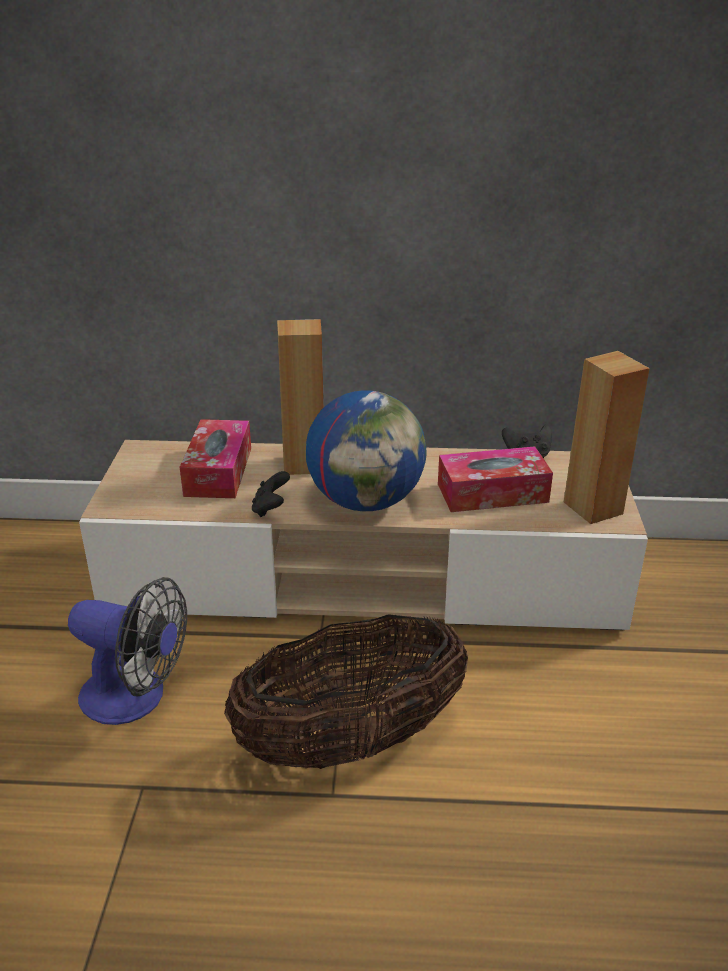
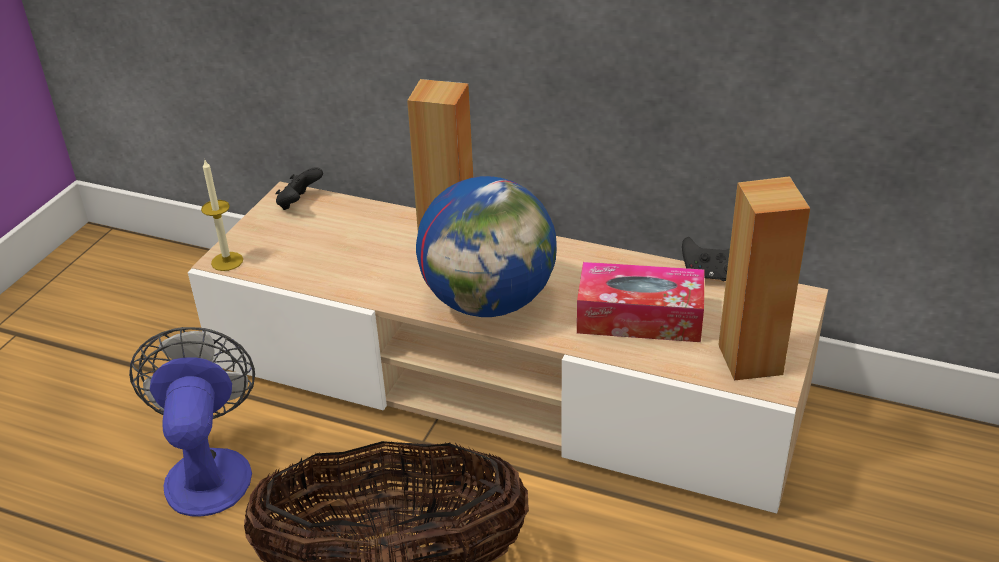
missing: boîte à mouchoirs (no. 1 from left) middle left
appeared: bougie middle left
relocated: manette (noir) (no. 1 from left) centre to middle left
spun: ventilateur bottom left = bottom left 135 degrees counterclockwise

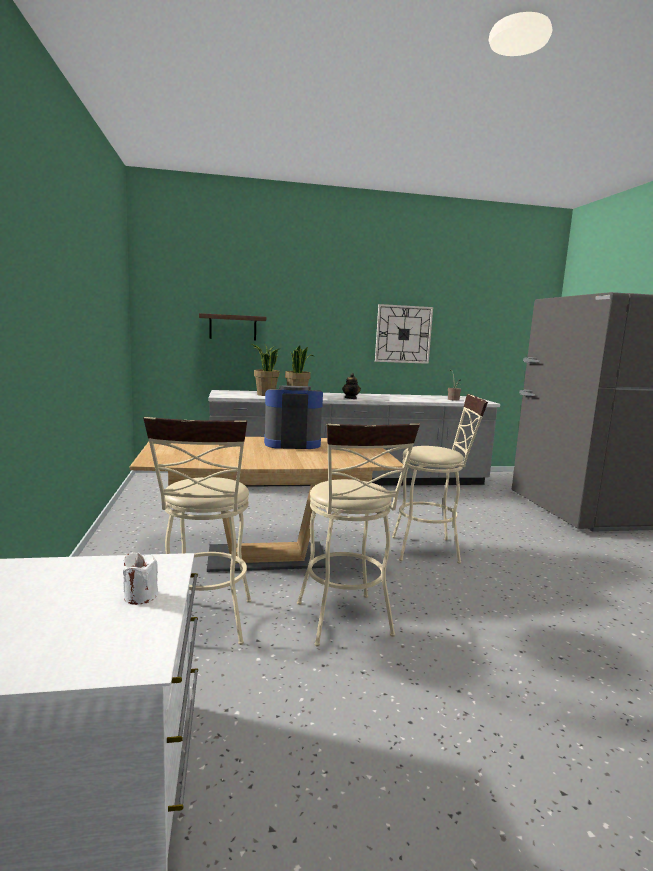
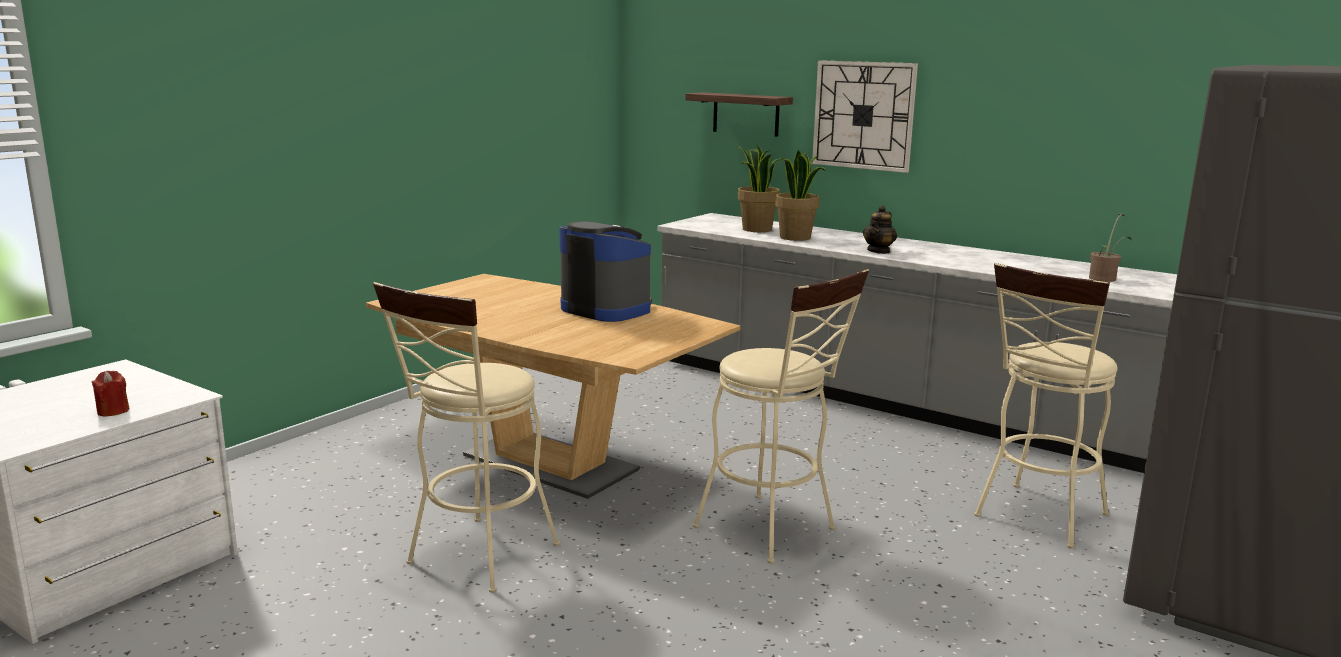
relocated: tabouret (beige) (no. 1 from left in the first image) middle left to tabouret (beige) (no. 3 from left) middle right; horloge murale centre to top centre
colour: bougie (blanc) middle left to bougie (rouge) middle left

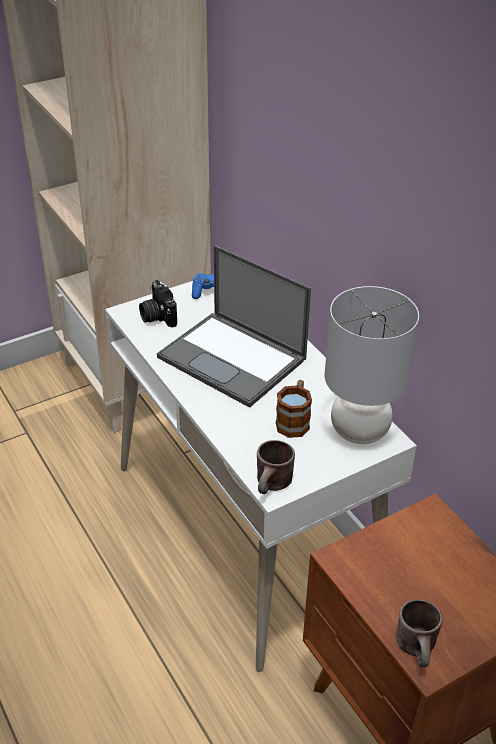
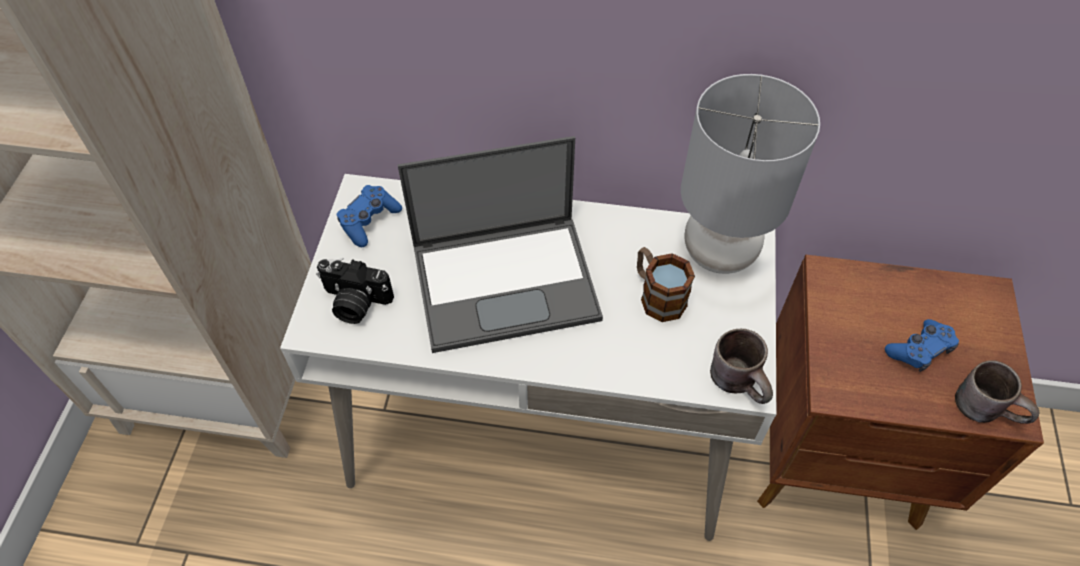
appeared: manette (bleu) (no. 2 from left) middle right

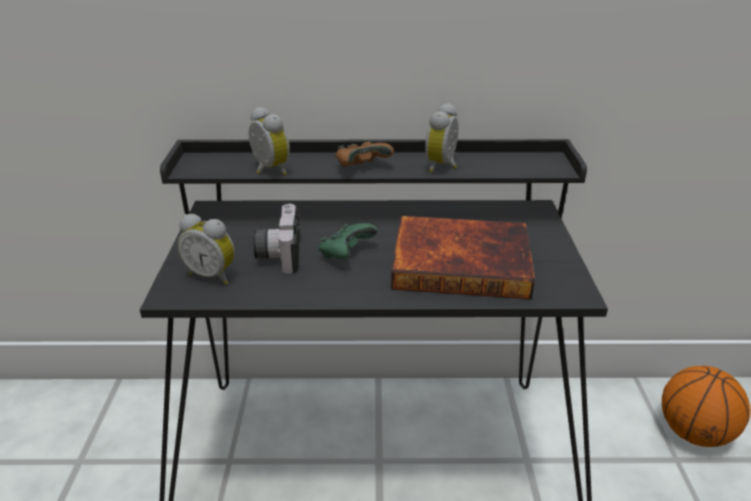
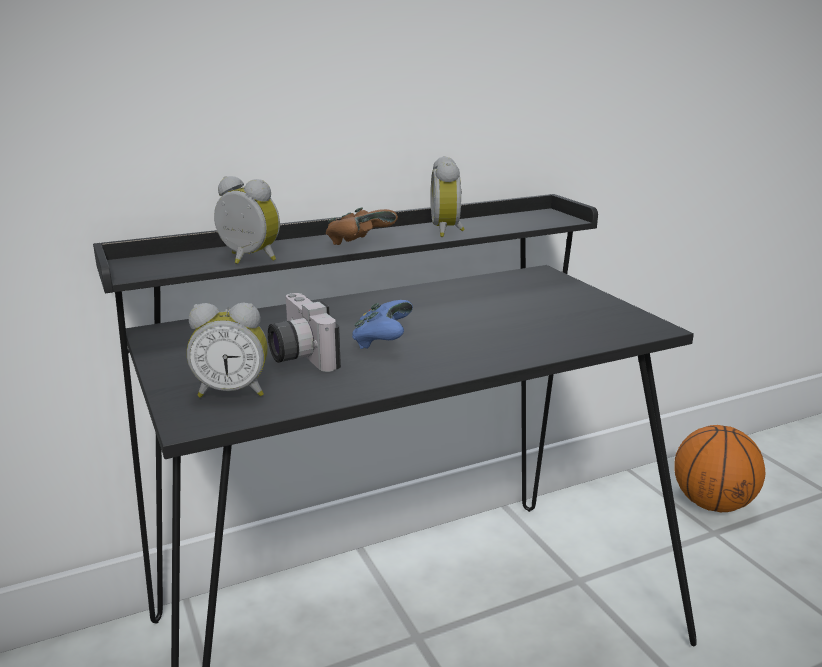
missing: livre centre
colour: manette (vert) centre to manette (bleu) centre

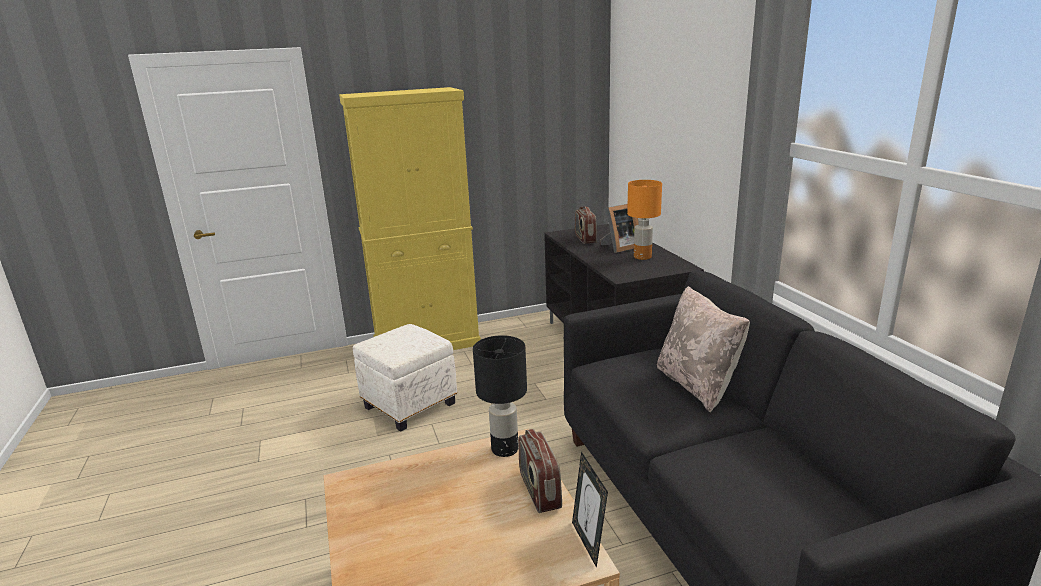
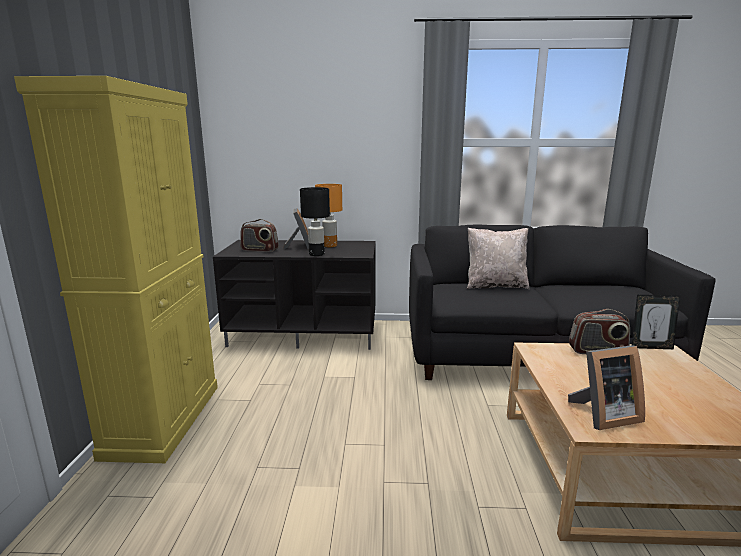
missing: pouf (blanc) centre
appeared: cadre photo (no. 2 from left) bottom right
relocated: lampe de table (noir) bottom centre to centre

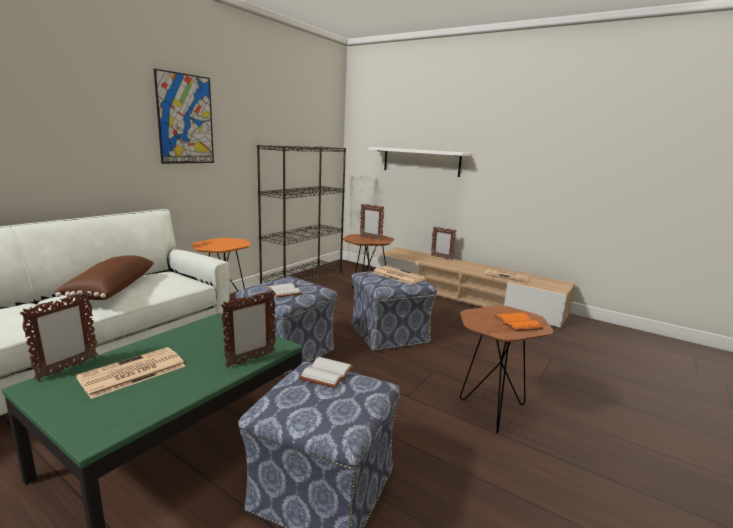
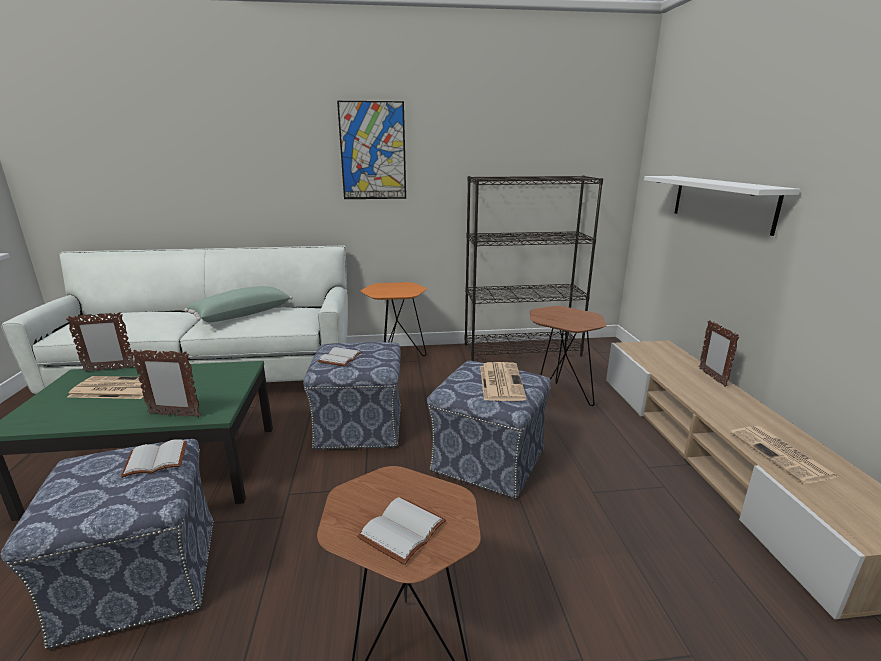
missing: cadre photo (no. 3 from left) centre
colour: coussin (marron) middle left to coussin (vert) middle left; livre (orange) middle right to livre (blanc) (no. 3 from left) bottom centre

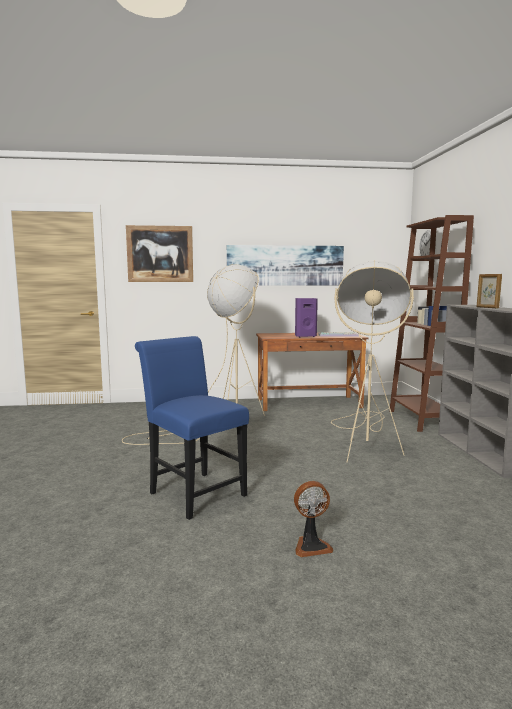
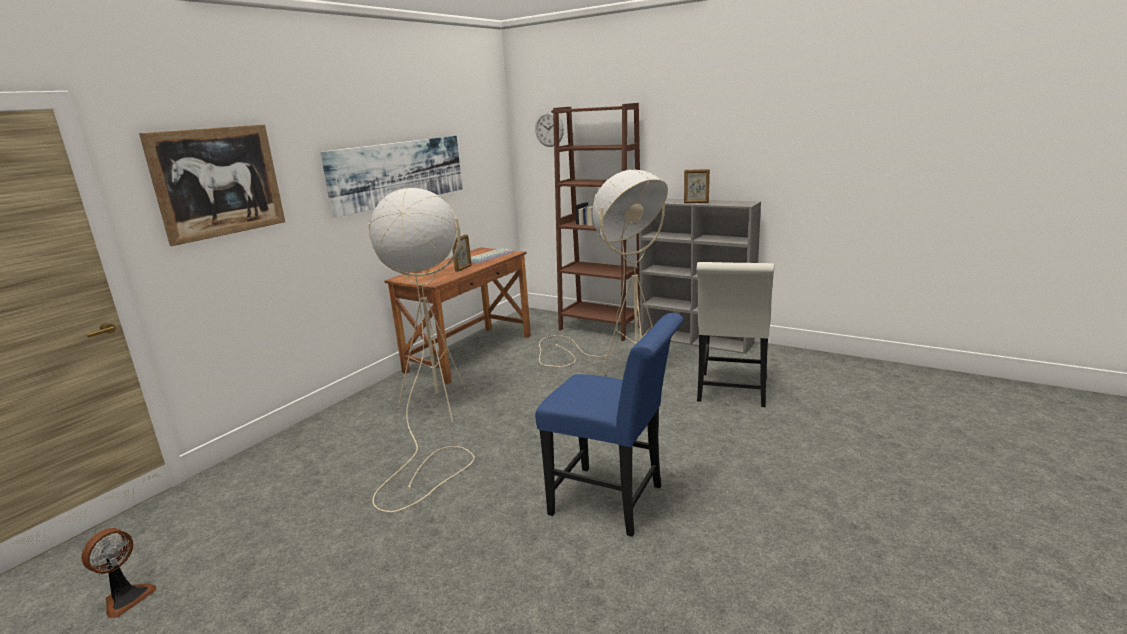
appeared: chaise (blanc) centre
relocated: ventilateur bottom centre to bottom left
exchanged: enceinte (violet) centre to cadre photo (no. 1 from left) centre
spun: chaise (bleu) centre = bottom centre 150 degrees counterclockwise

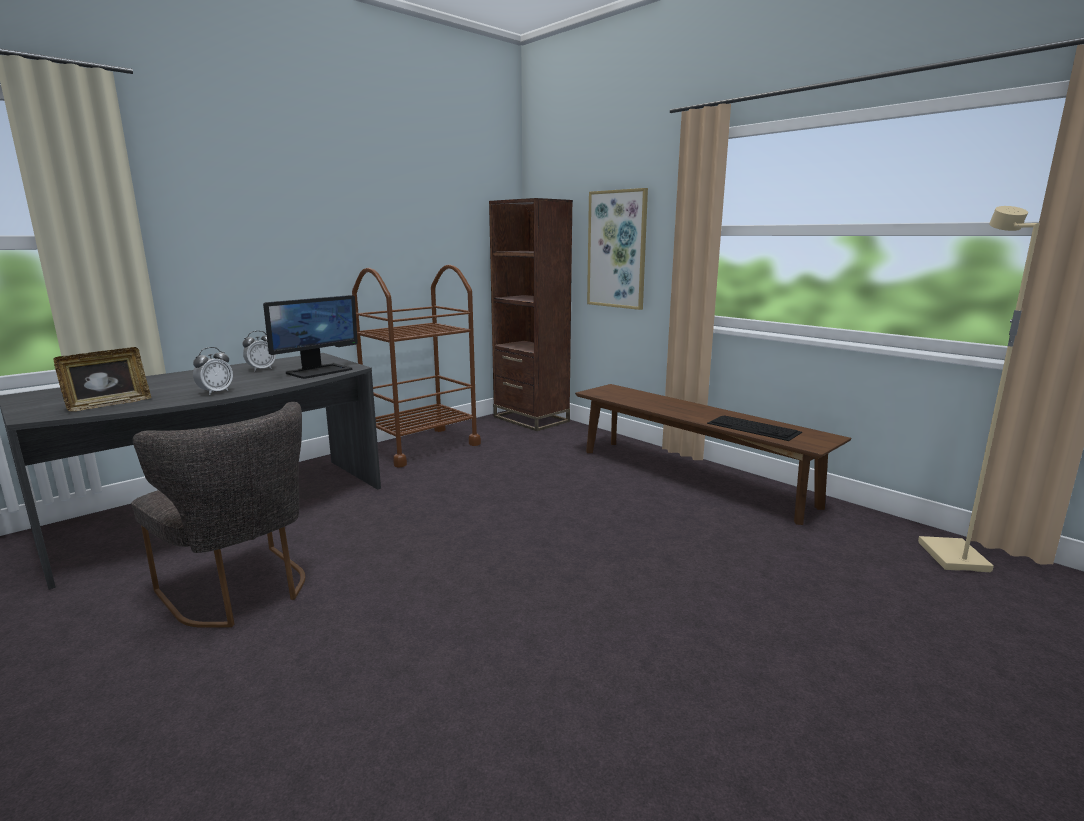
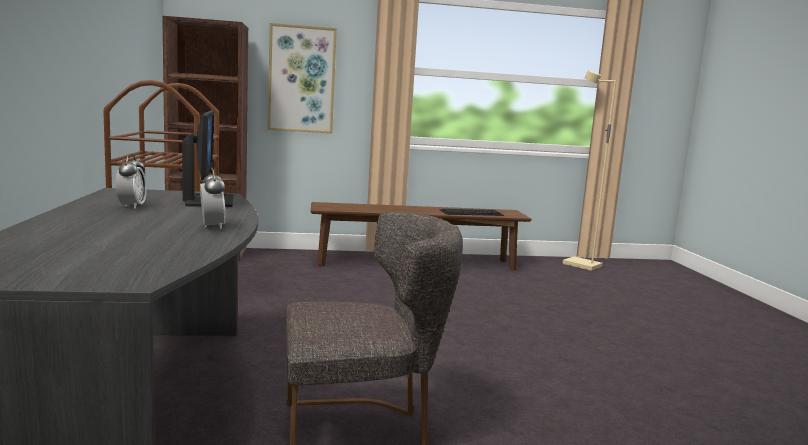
missing: cadre photo middle left

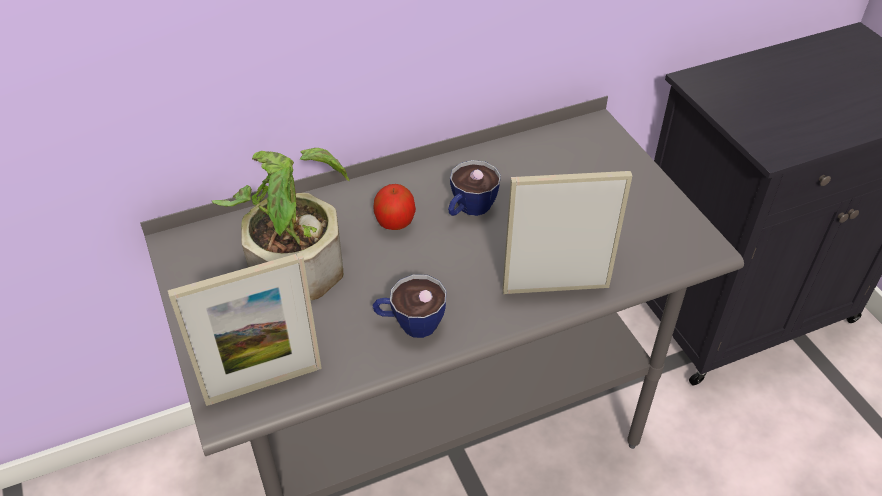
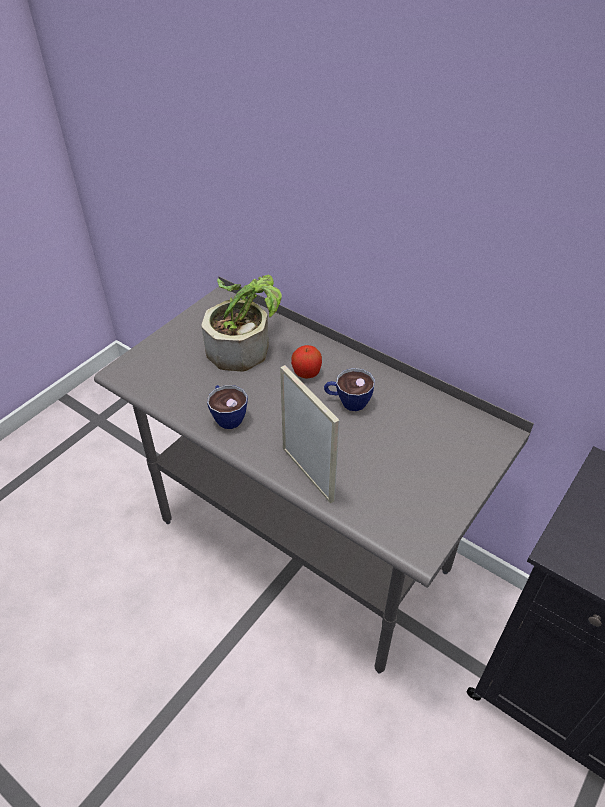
missing: cadre photo (no. 1 from left) middle left

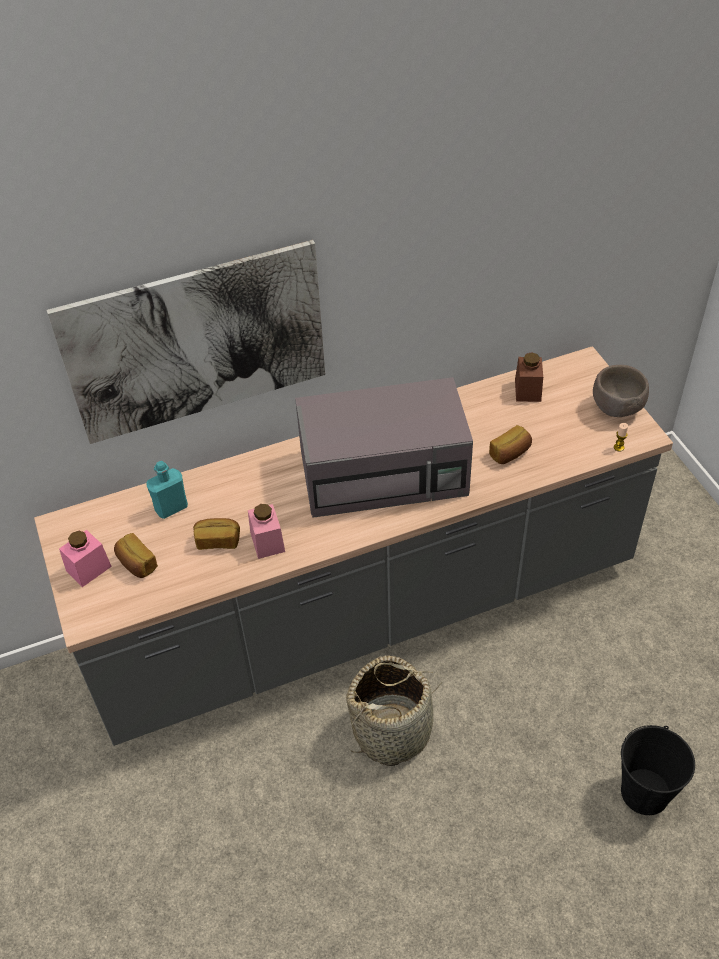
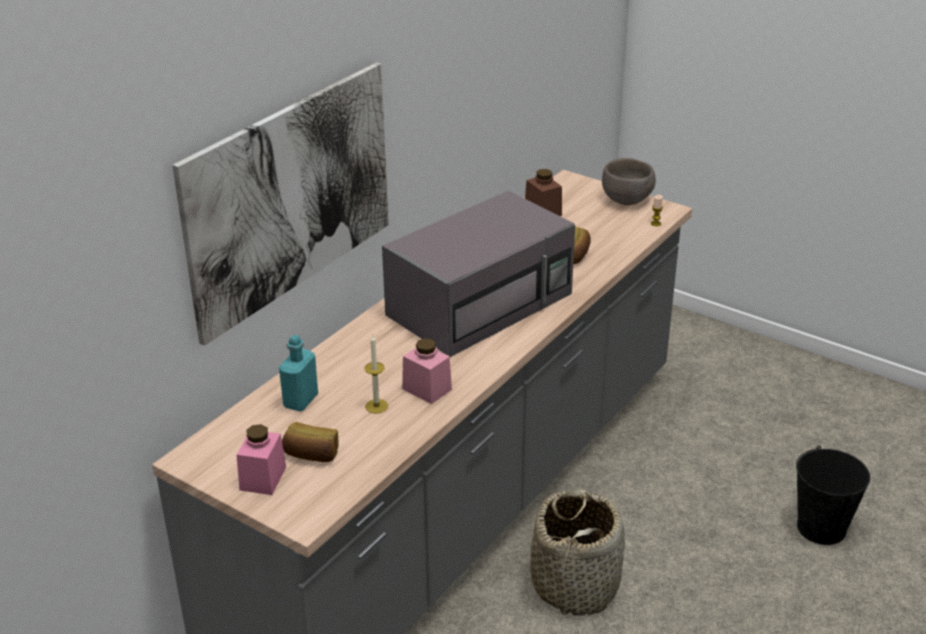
exchanged: pain (no. 2 from left) middle left to bougie (no. 1 from left) centre

